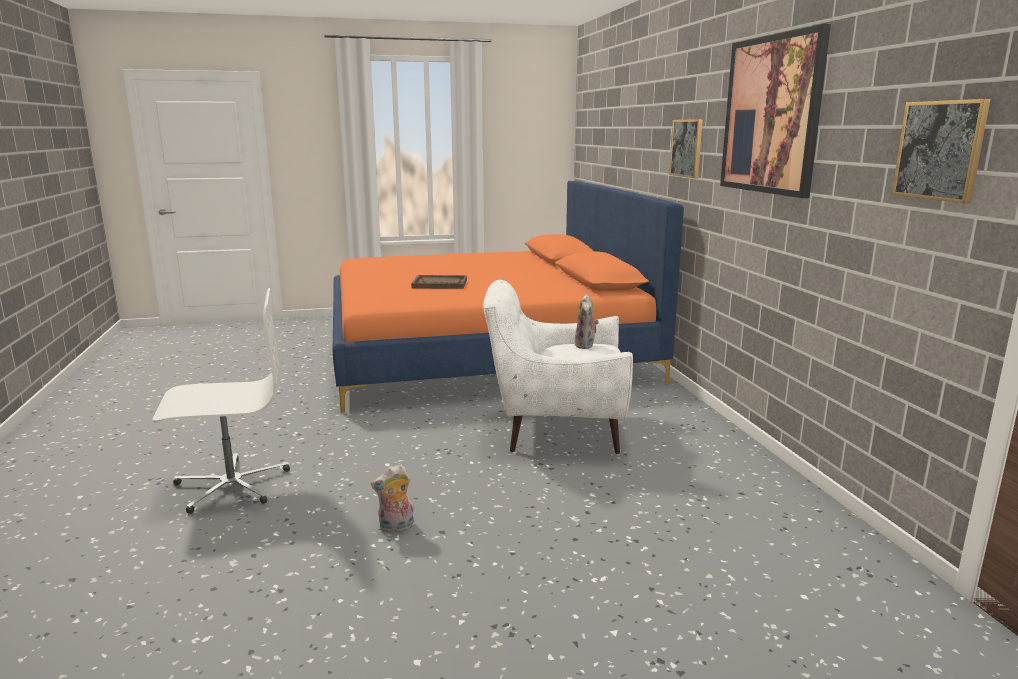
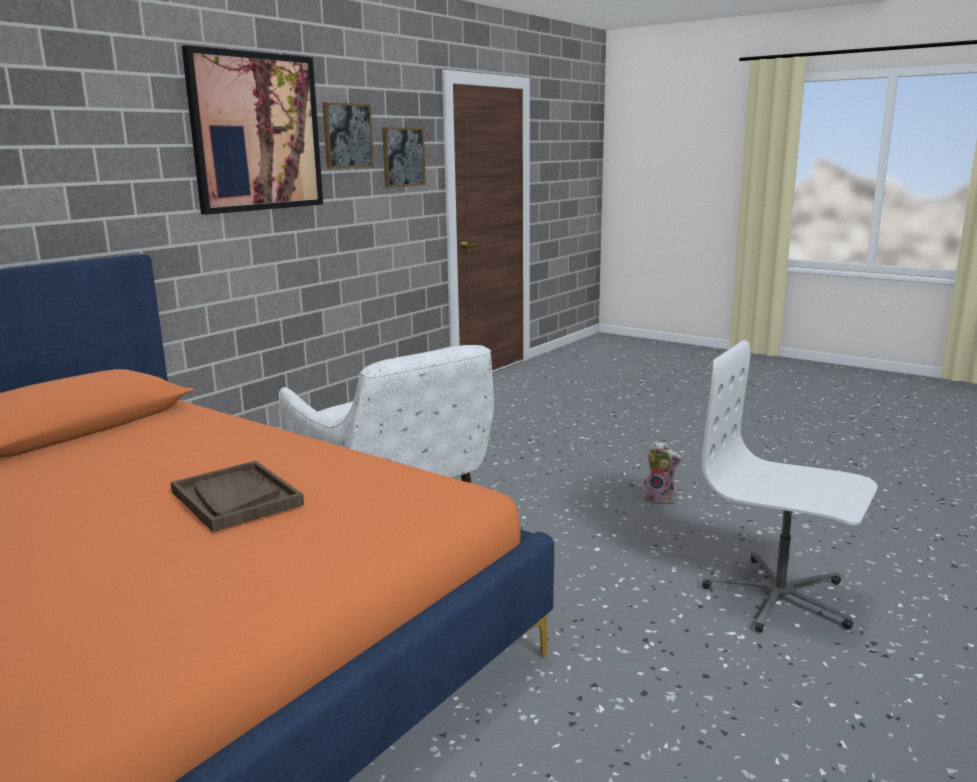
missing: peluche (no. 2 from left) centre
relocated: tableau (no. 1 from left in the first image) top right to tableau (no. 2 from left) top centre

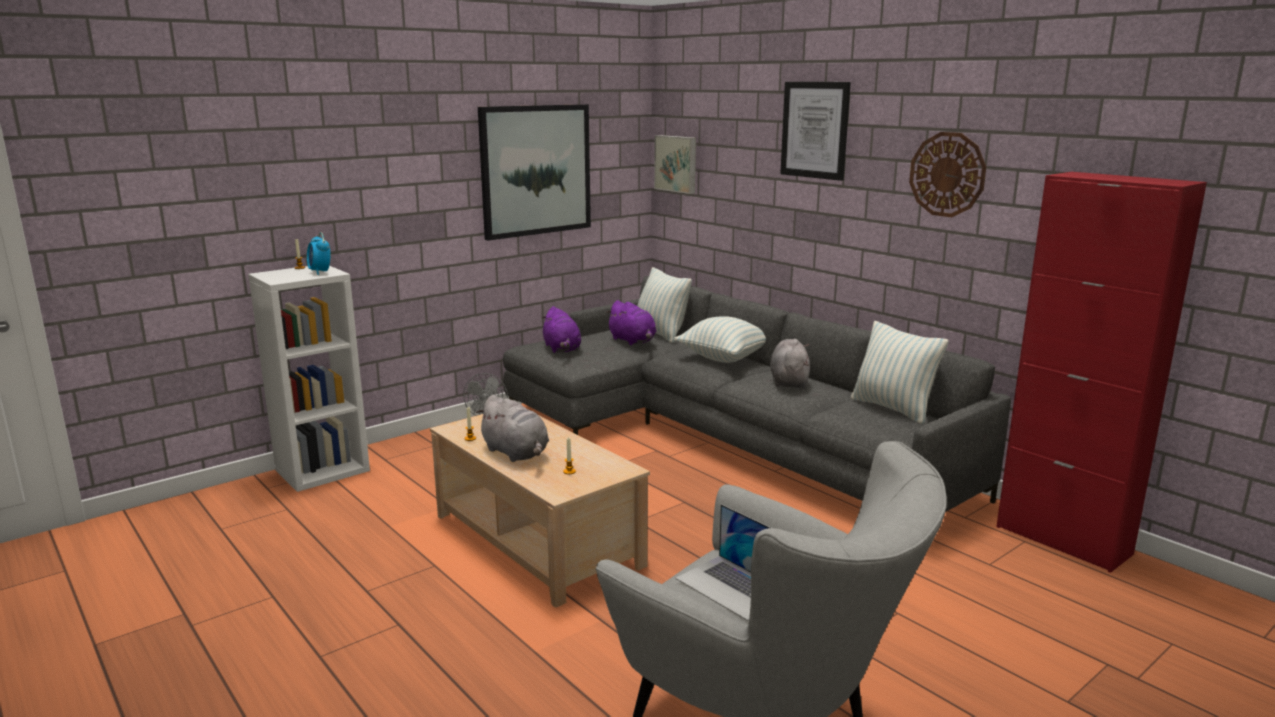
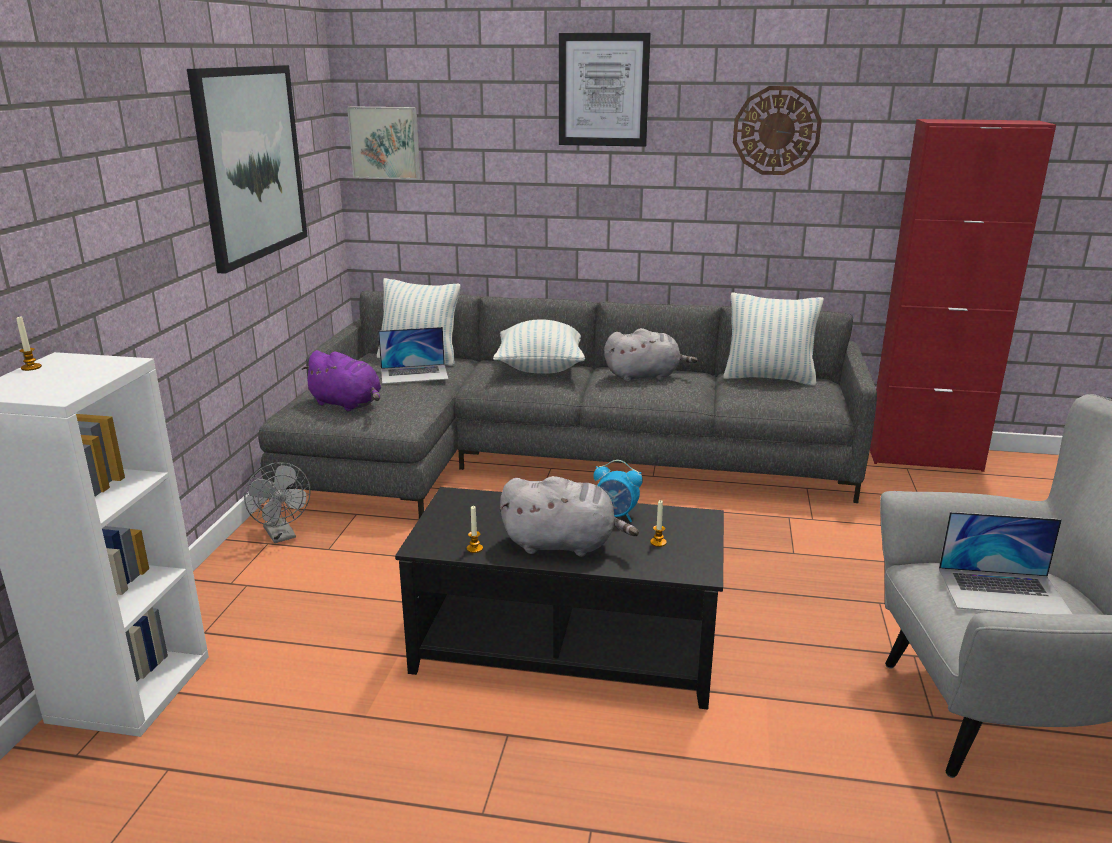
relocated: réveil middle left to centre
exchanged: peluche (violet) (no. 2 from left) centre to ordinateur portable (no. 1 from left) centre
colour: table basse (beige) bottom centre to table basse (noir) bottom centre
spun: peluche (gris) (no. 2 from left) centre = centre 120 degrees clockwise

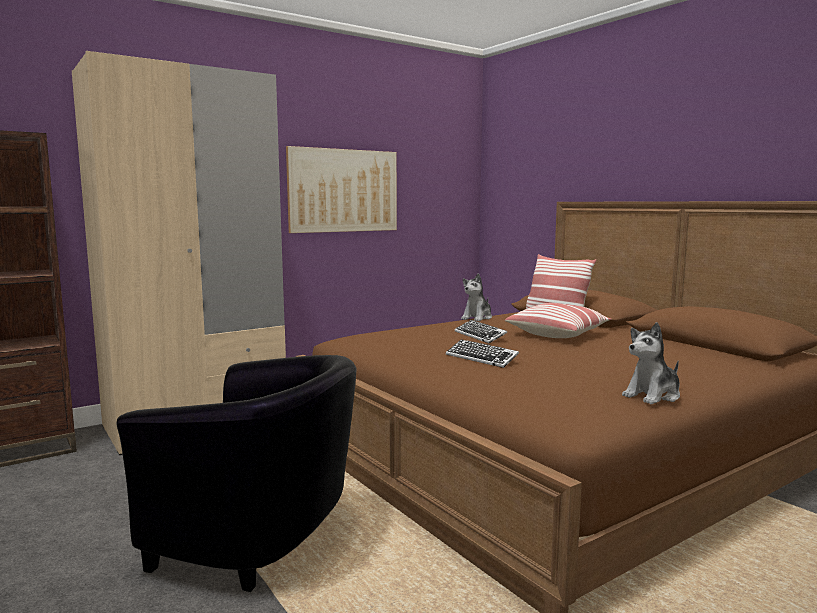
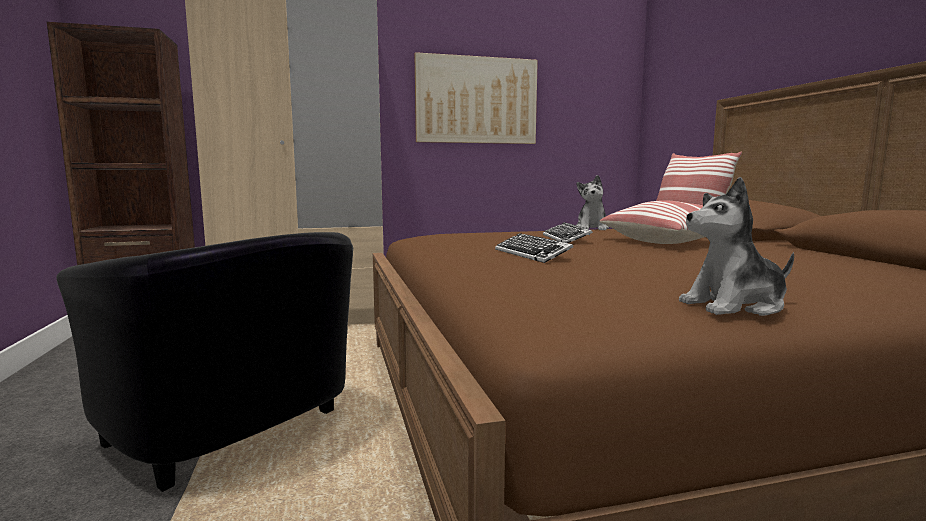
spun: peluche (no. 1 from left) centre = centre 45 degrees counterclockwise

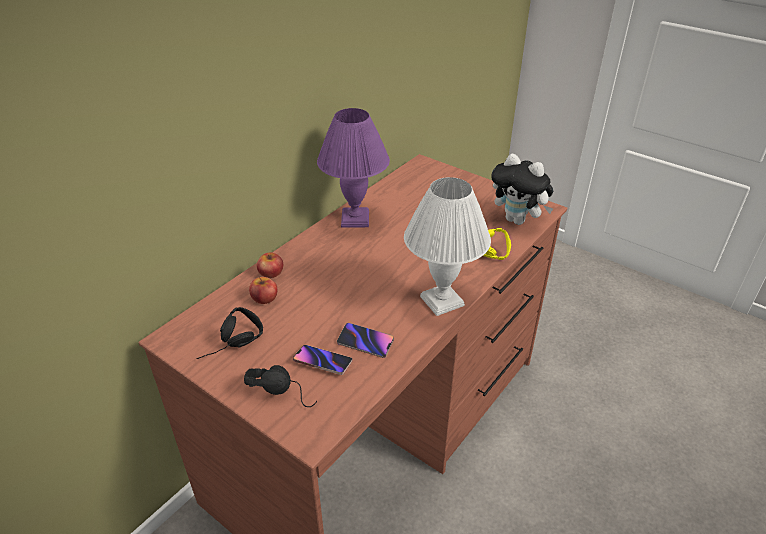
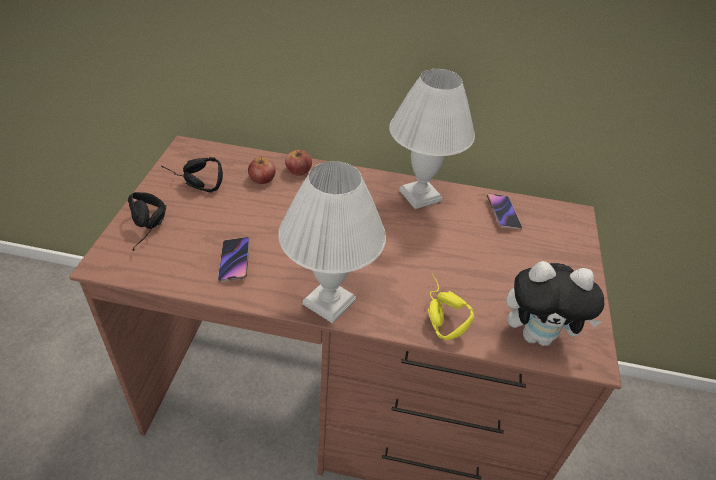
relocated: téléphone (no. 1 from left in the first image) bottom centre to téléphone (no. 2 from left) middle right
colour: lampe de table (violet) top centre to lampe de table (blanc) (no. 2 from left) top centre
spun: peluche middle right = middle right 90 degrees counterclockwise

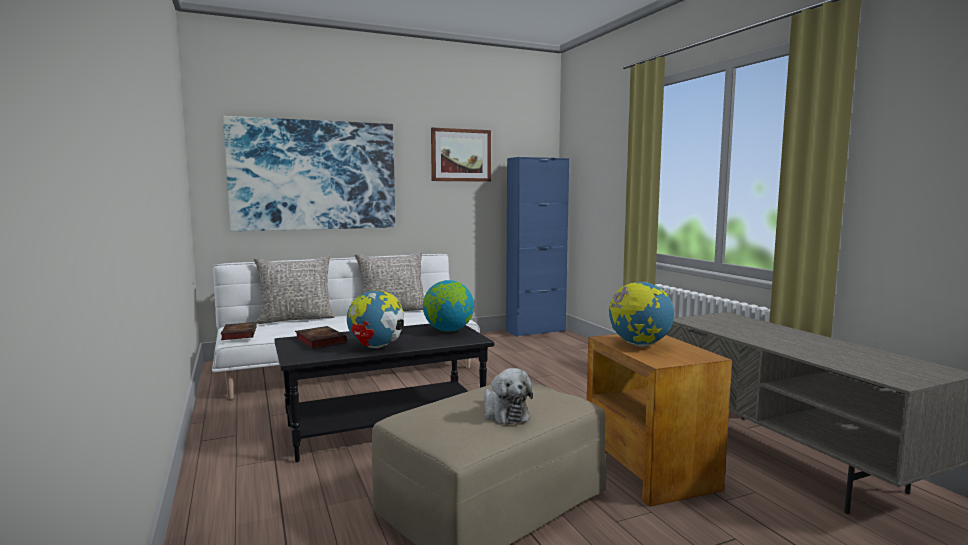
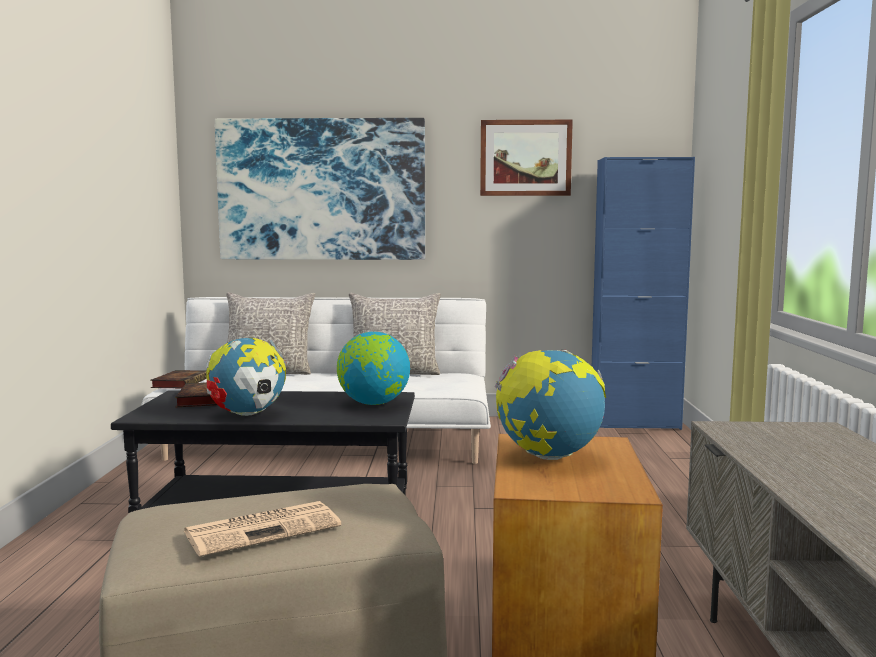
exchanged: peluche bottom centre to journal bottom left

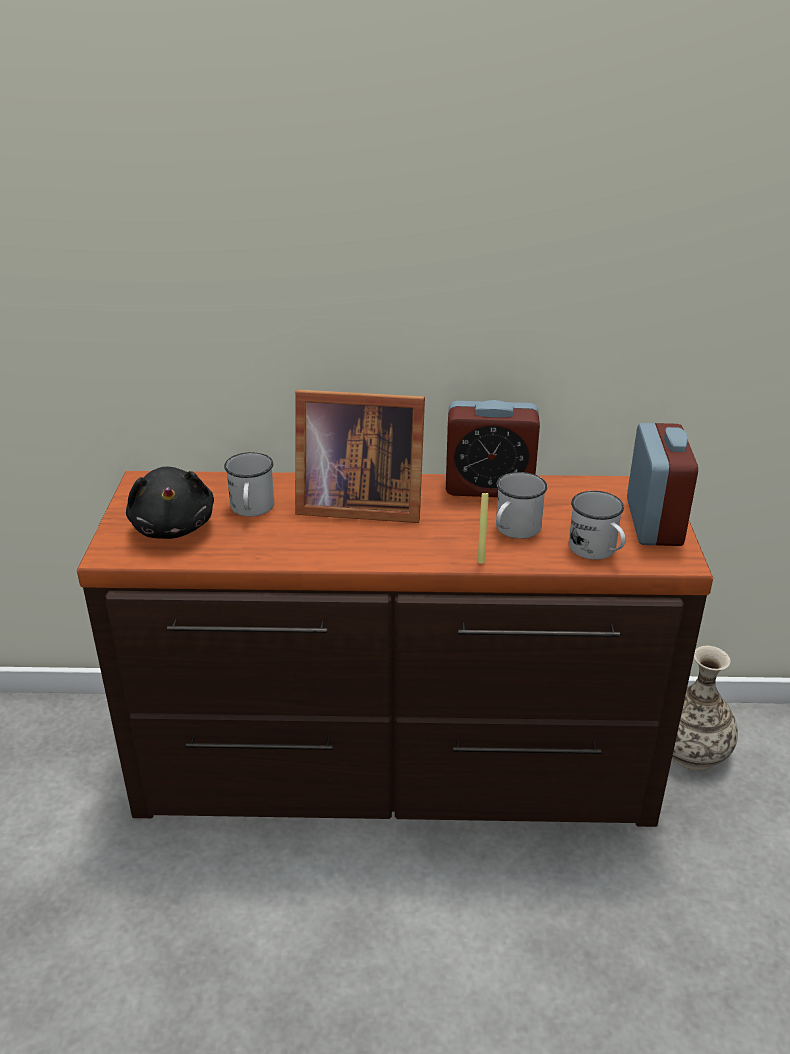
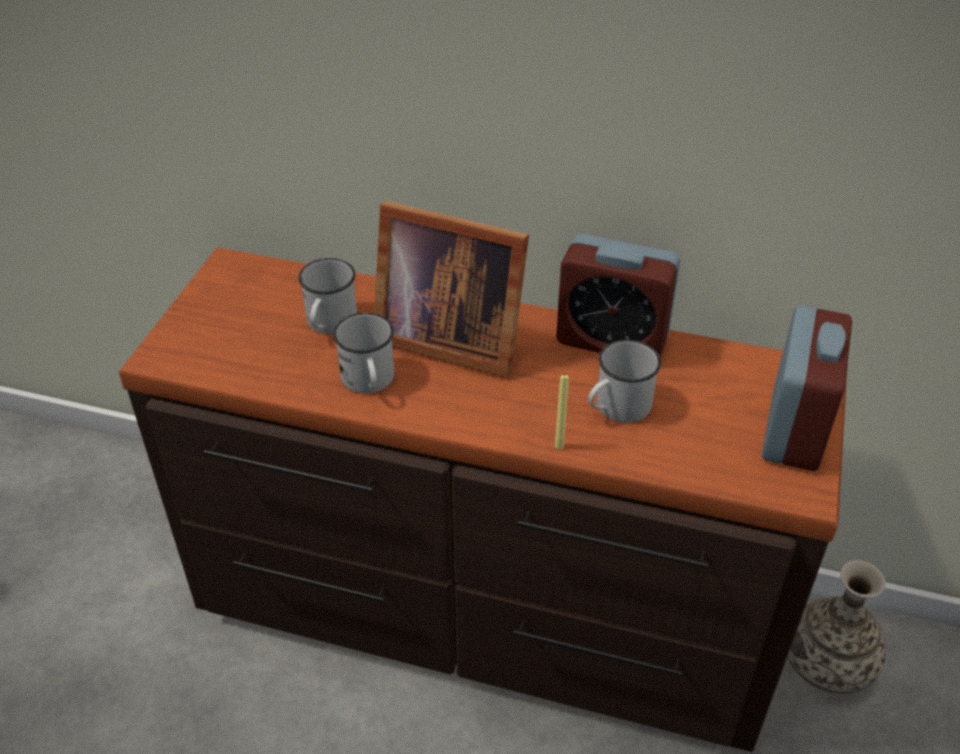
missing: peluche (noir) middle left
relocated: mug (blanc) (no. 3 from left in the first image) middle right to mug (blanc) (no. 2 from left) centre

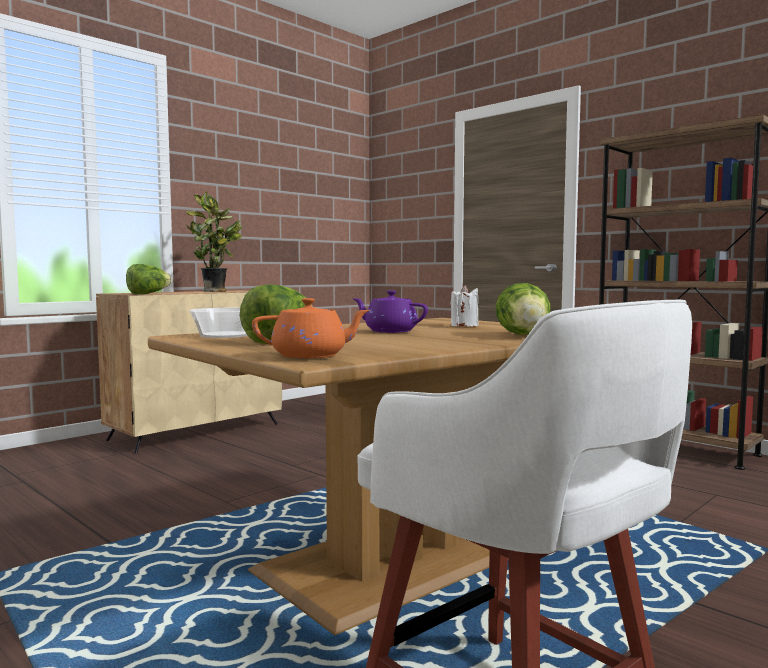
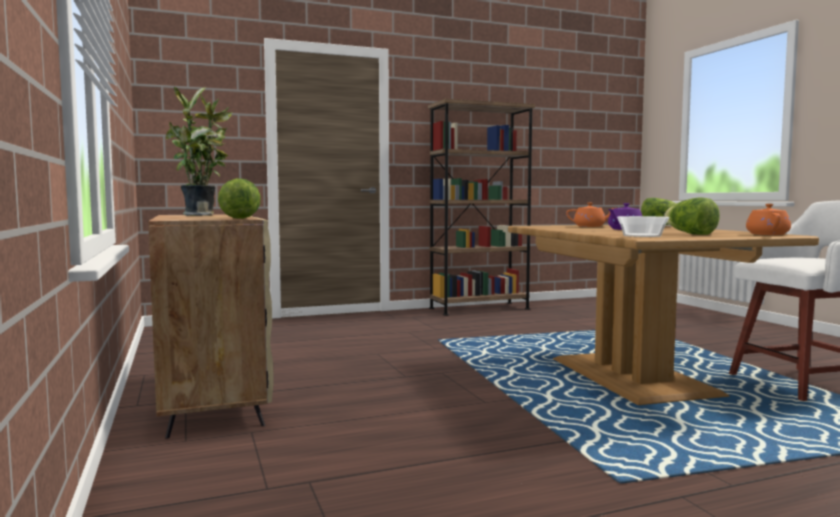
exchanged: bougie (blanc) centre to théière (orange) (no. 1 from left) middle right

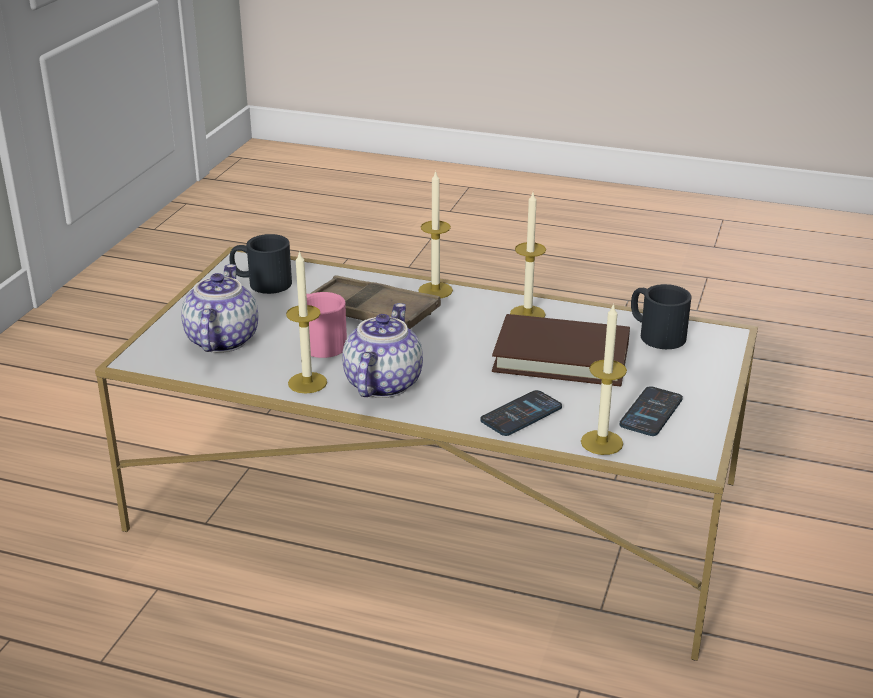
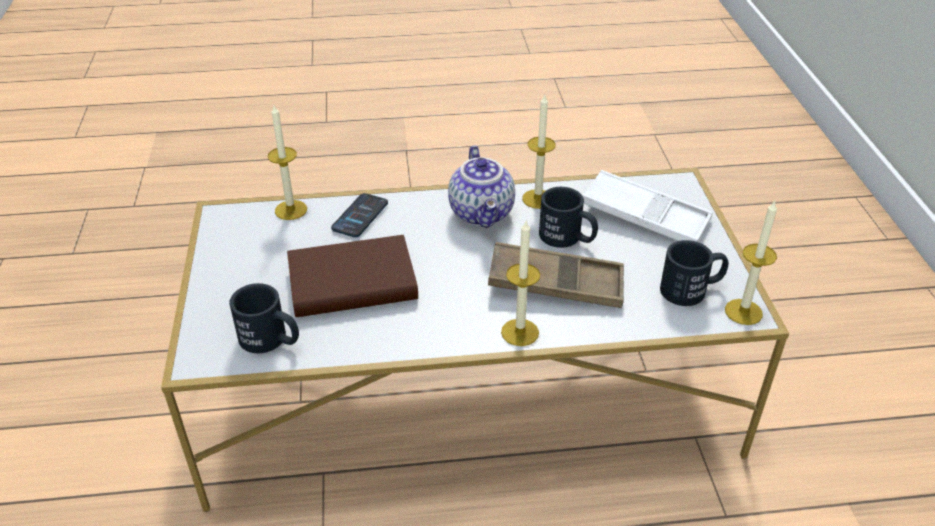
missing: téléphone (no. 2 from left) middle right
relocated: bougie (no. 3 from left in the first image) centre to bougie (no. 4 from left) middle right
exchanged: théière (no. 1 from left) middle left to plateau (blanc) middle right
colour: mug (rose) centre to mug (noir) (no. 2 from left) centre

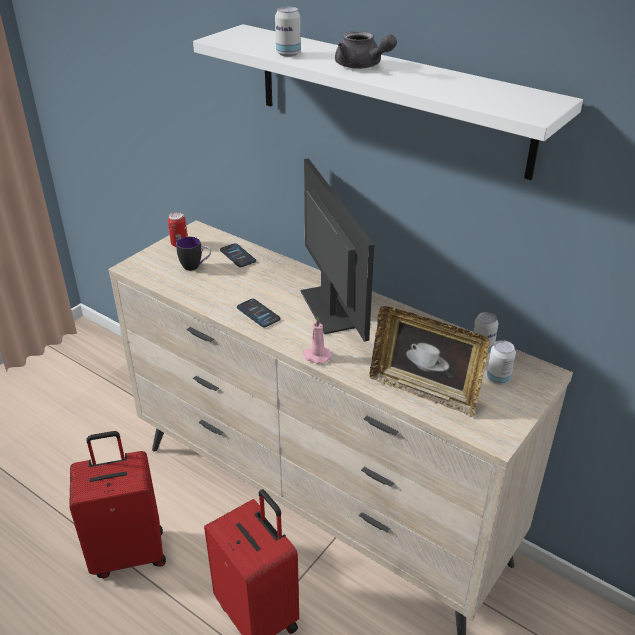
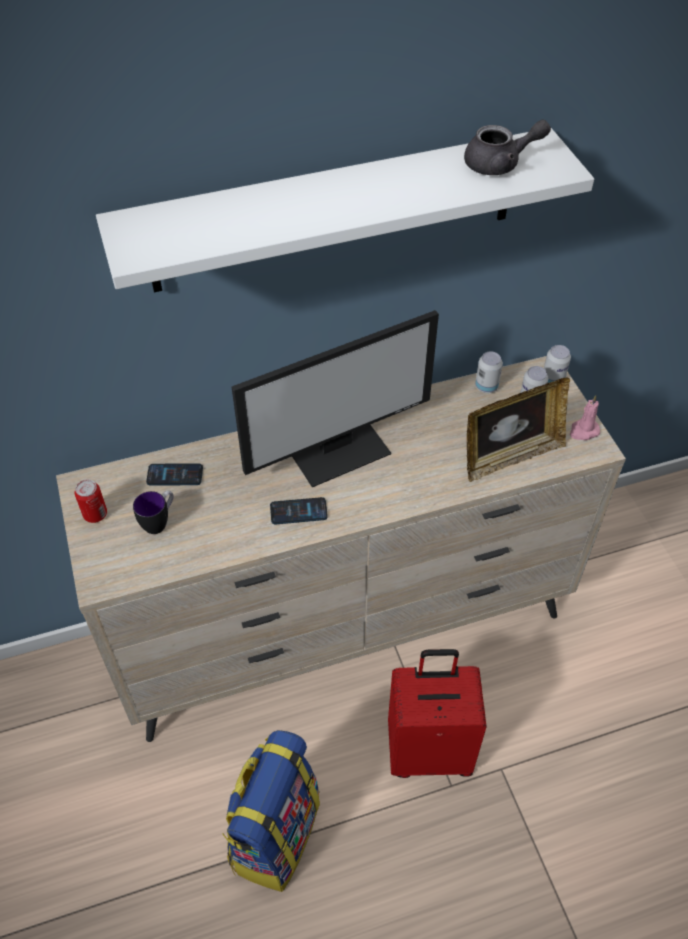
relocated: boîte métallique (no. 2 from left in the first image) top centre to boîte métallique (no. 4 from left) middle right; bougie (rose) centre to middle right; théière (gris) top centre to top right
exchanged: valise (rouge) (no. 1 from left) bottom left to sac à dos bottom centre
spun: écran d'ordinateur centre = centre 135 degrees clockwise

